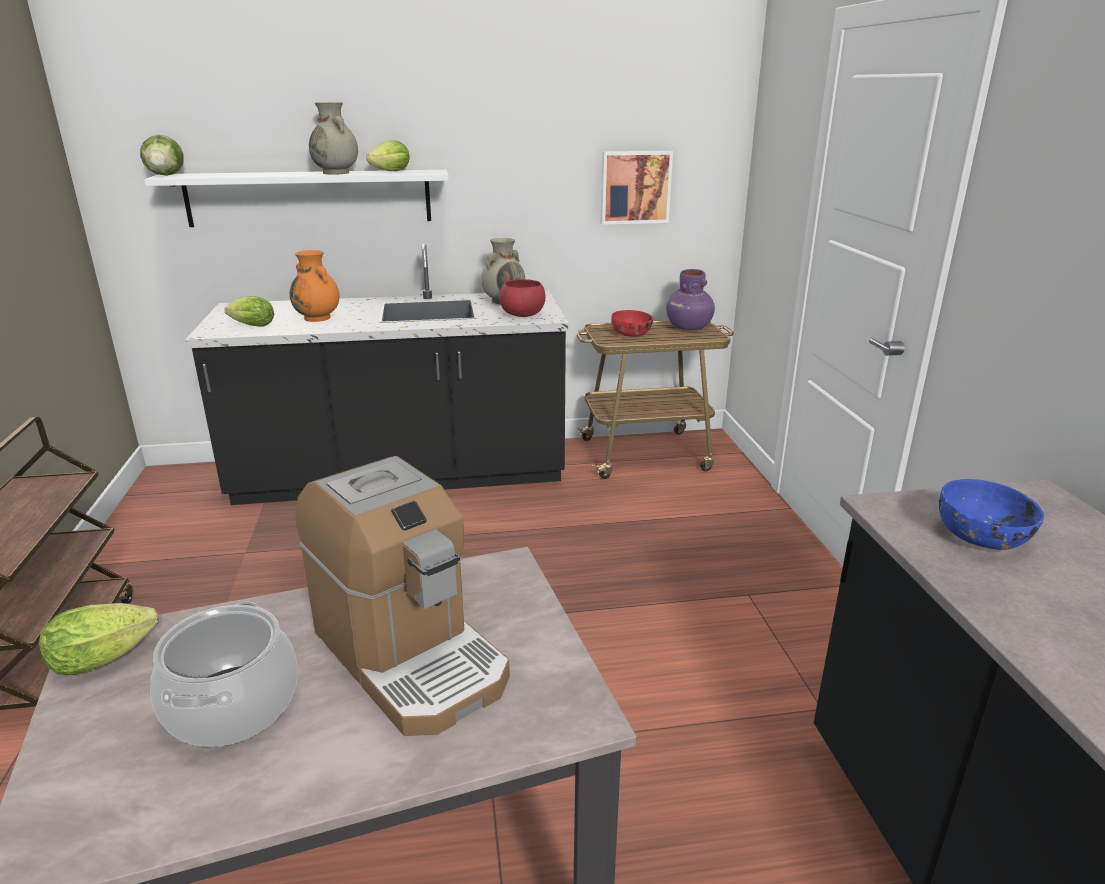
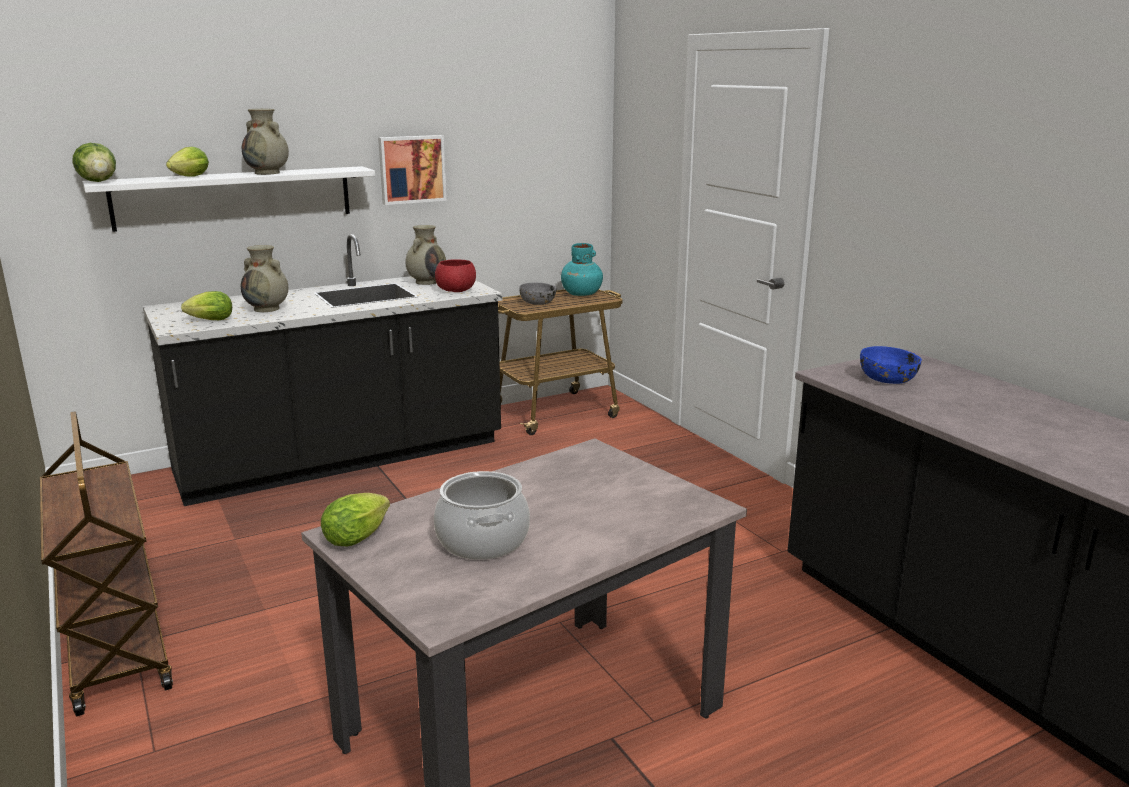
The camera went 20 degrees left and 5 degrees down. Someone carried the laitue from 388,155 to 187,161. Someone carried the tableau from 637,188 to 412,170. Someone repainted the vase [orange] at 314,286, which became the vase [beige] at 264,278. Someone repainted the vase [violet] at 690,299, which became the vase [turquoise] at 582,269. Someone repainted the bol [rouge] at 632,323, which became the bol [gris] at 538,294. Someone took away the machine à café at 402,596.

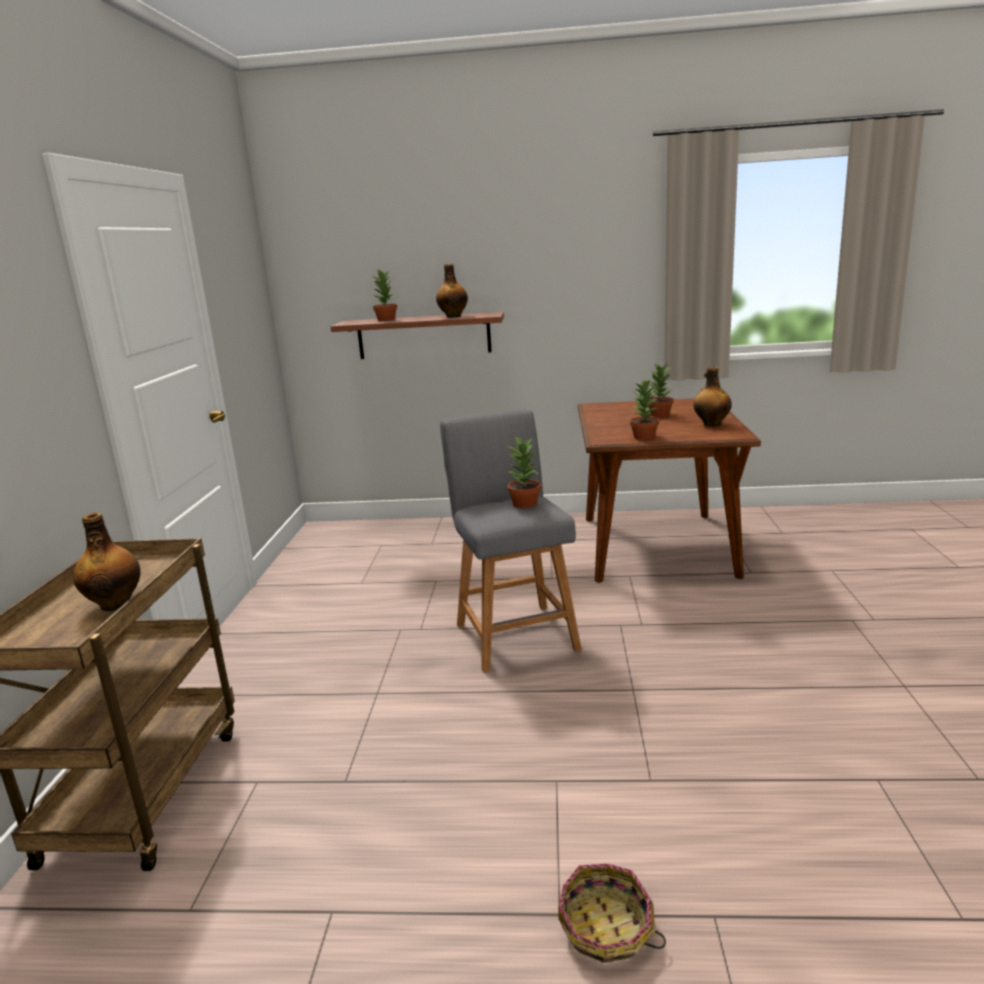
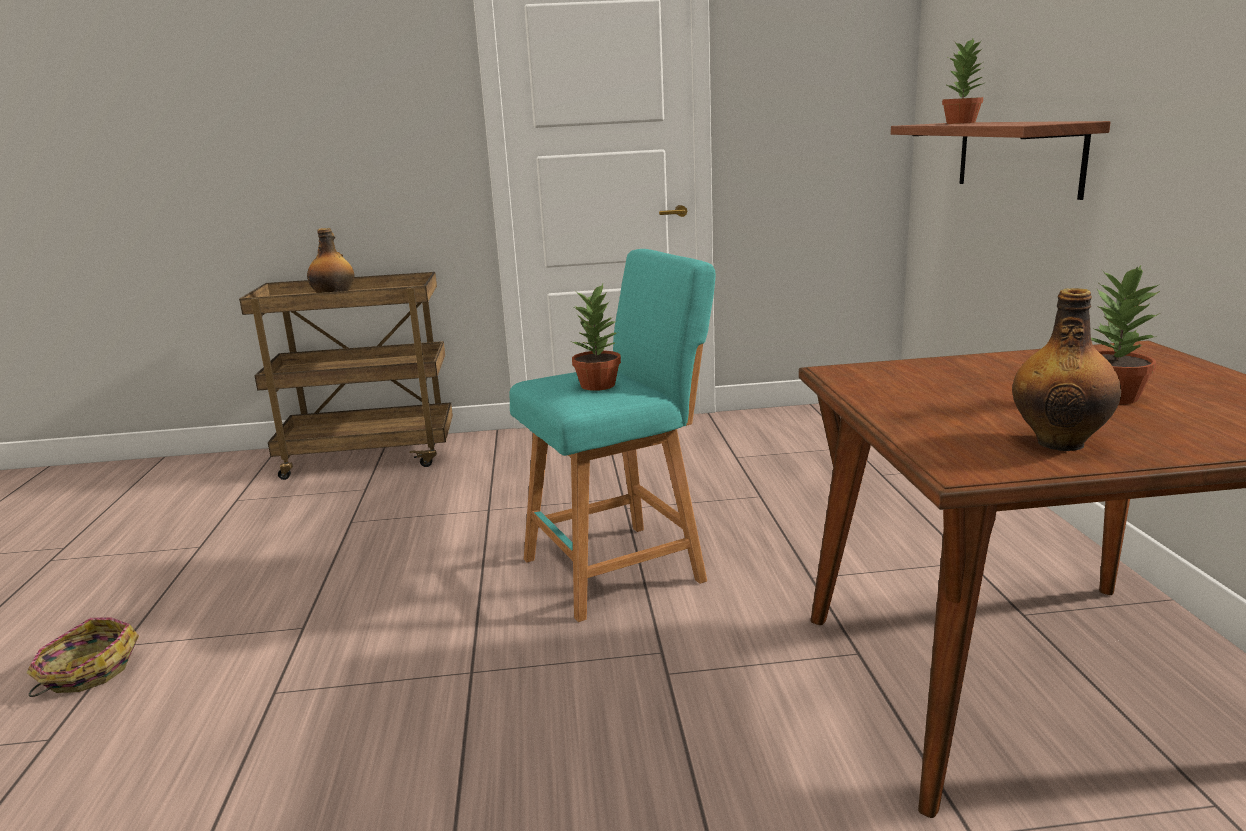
The camera went 80 degrees right and 0 degrees up. Someone took away the bouteille at 452,291. Someone took away the plante en pot at 644,409. Someone repainted the tabouret [gris] at 511,541, which became the tabouret [turquoise] at 612,435.

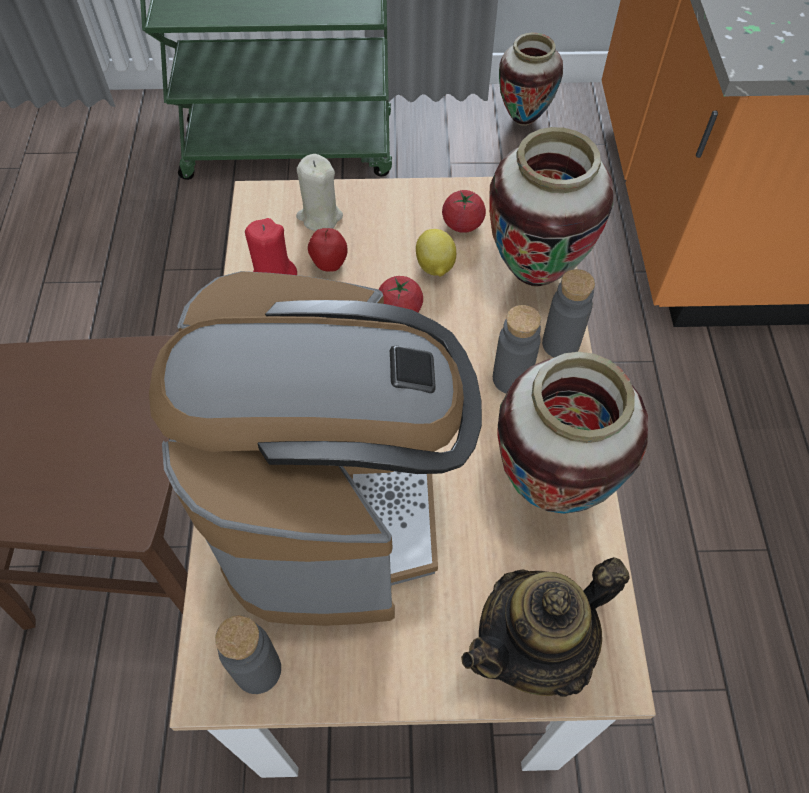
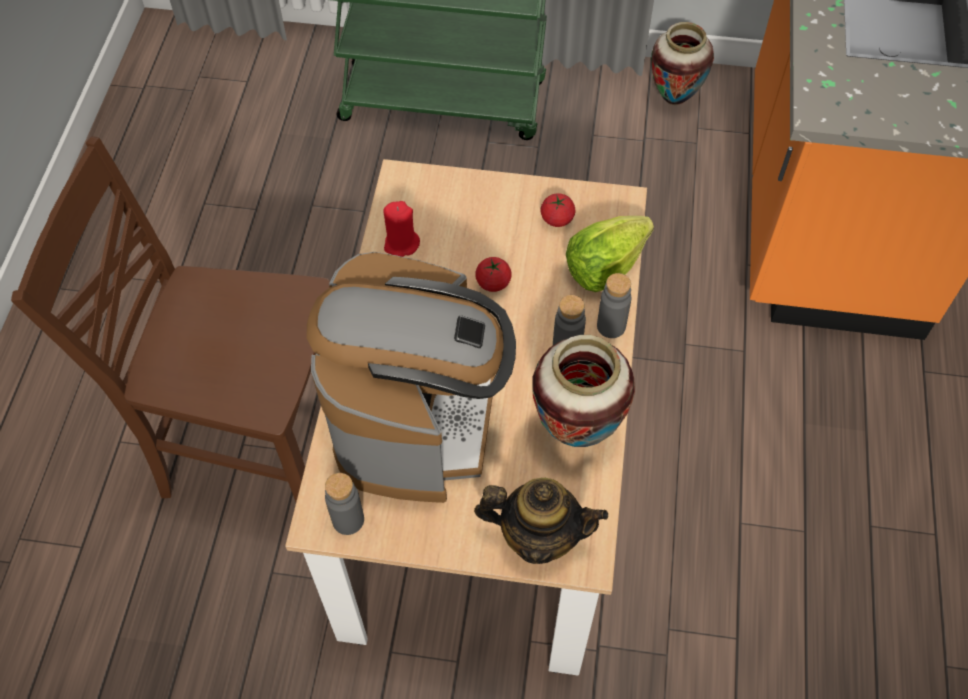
The camera went 10 degrees right and 0 degrees up. Someone swapped the vase at 551,207 for the laitue at 610,254. Someone took away the bougie [beige] at 319,192. Someone took away the pomme at 328,250. Someone took away the citron at 436,253. Someone rotated the théière at 545,627 by 150 degrees counterclockwise.

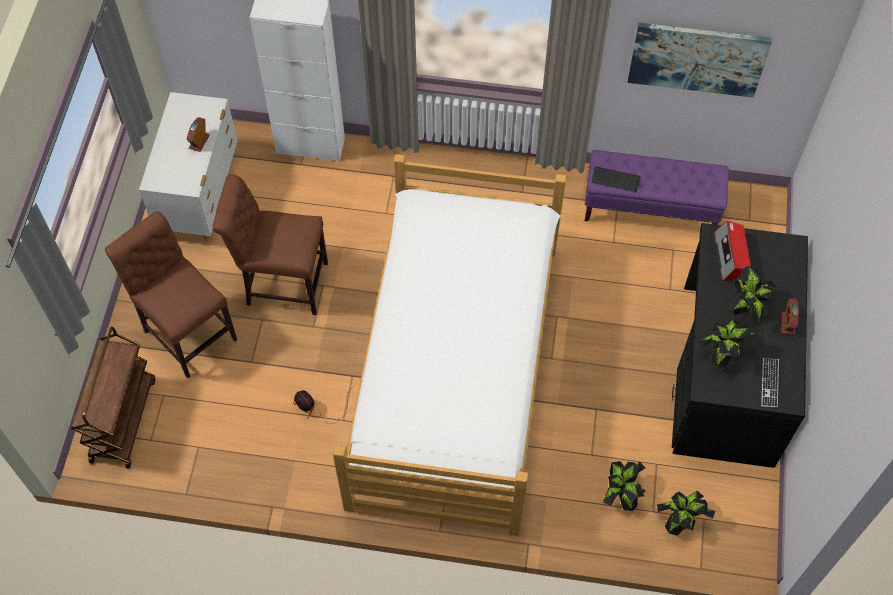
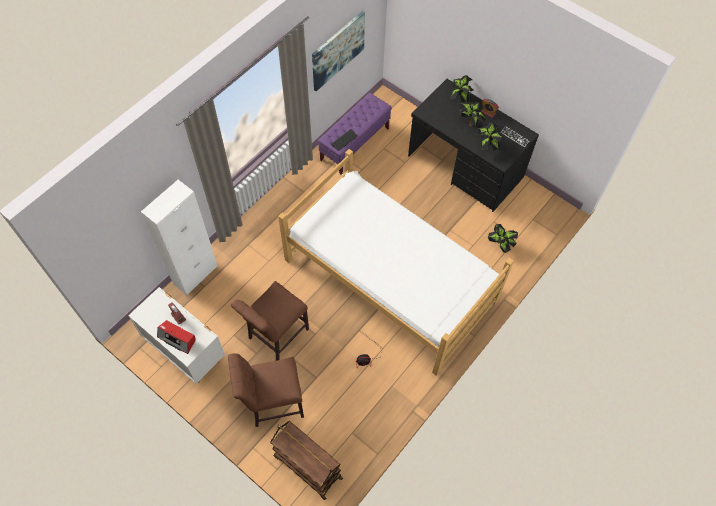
The camera went 60 degrees left and 0 degrees up. Someone carried the radio from 733,251 to 176,337. Someone carried the plante en pot from 686,513 to 462,88.

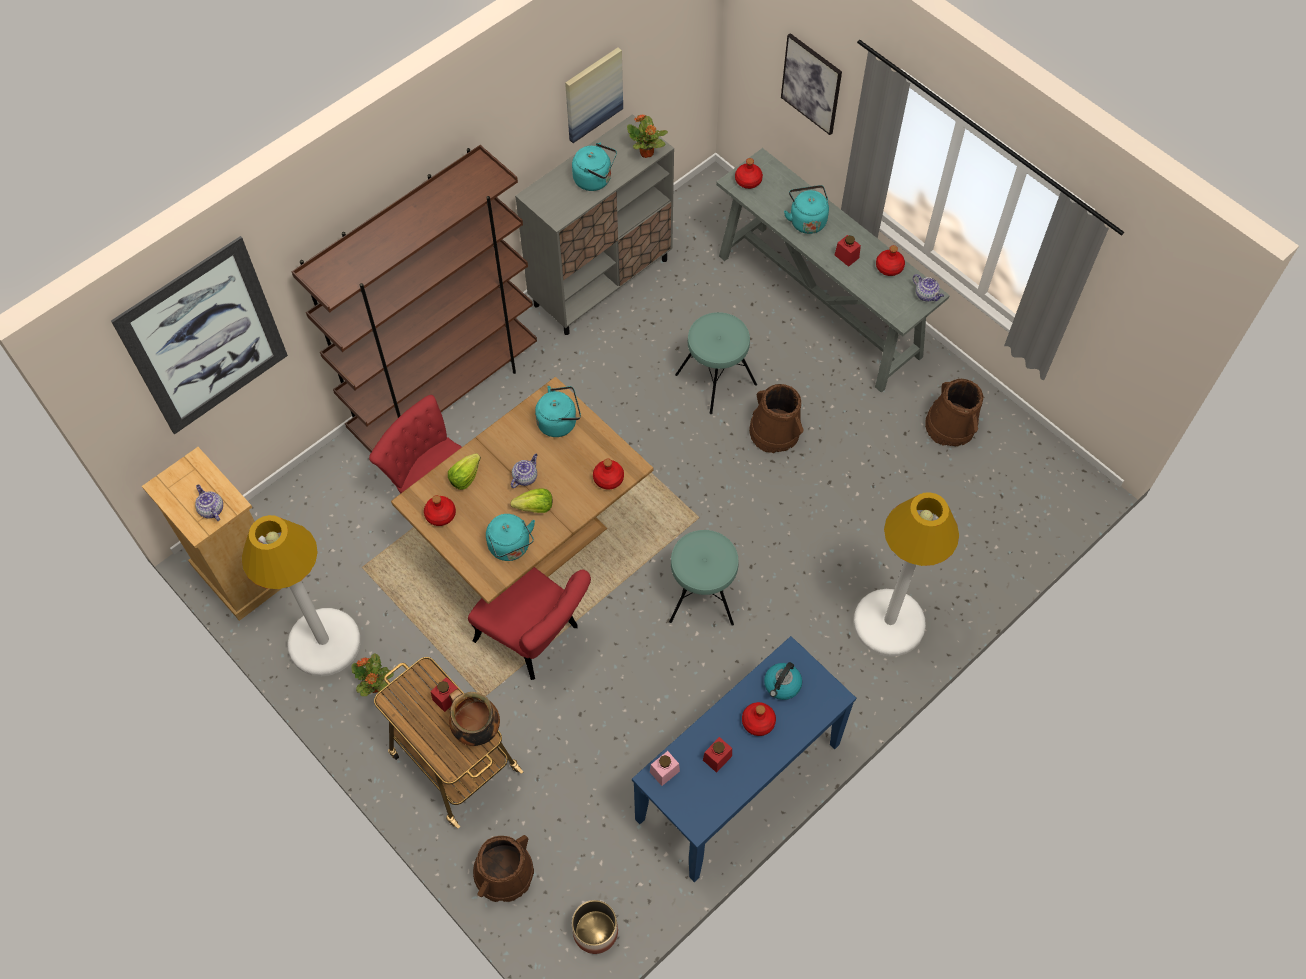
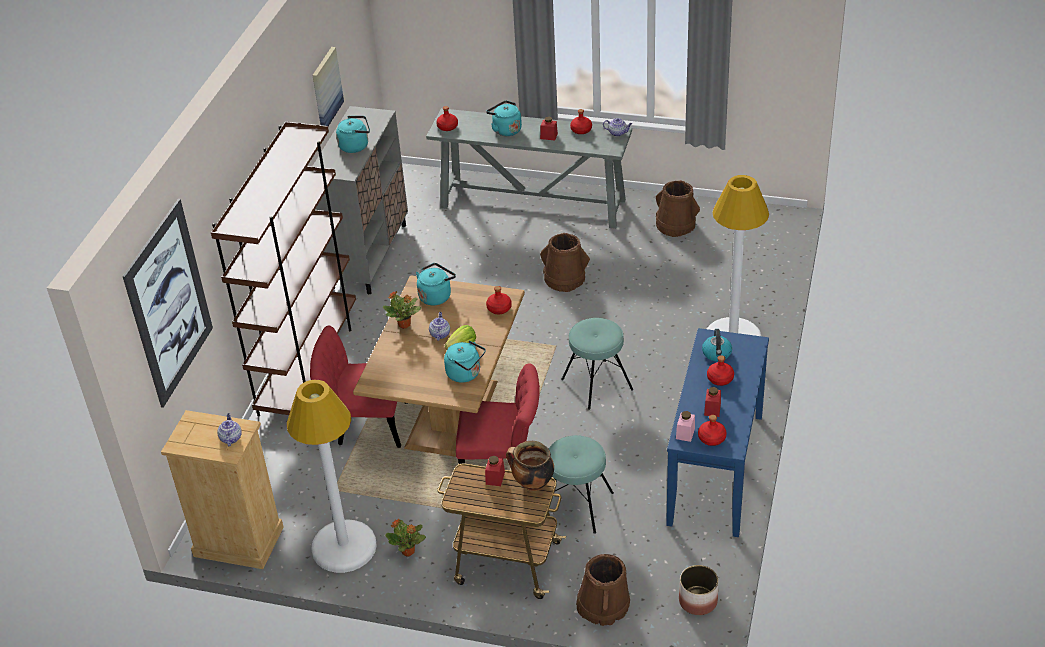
The camera went 30 degrees left and 20 degrees down. Someone took away the tableau at 811,84. Someone carried the plante en pot from 647,136 to 402,310. Someone carried the tabouret [turquoise] from 716,363 to 581,484. Someone took away the laitue at 464,471. Someone rotated the théière at 209,502 by 60 degrees clockwise. Someone carried the bouteille [rouge] from 440,510 to 712,430.

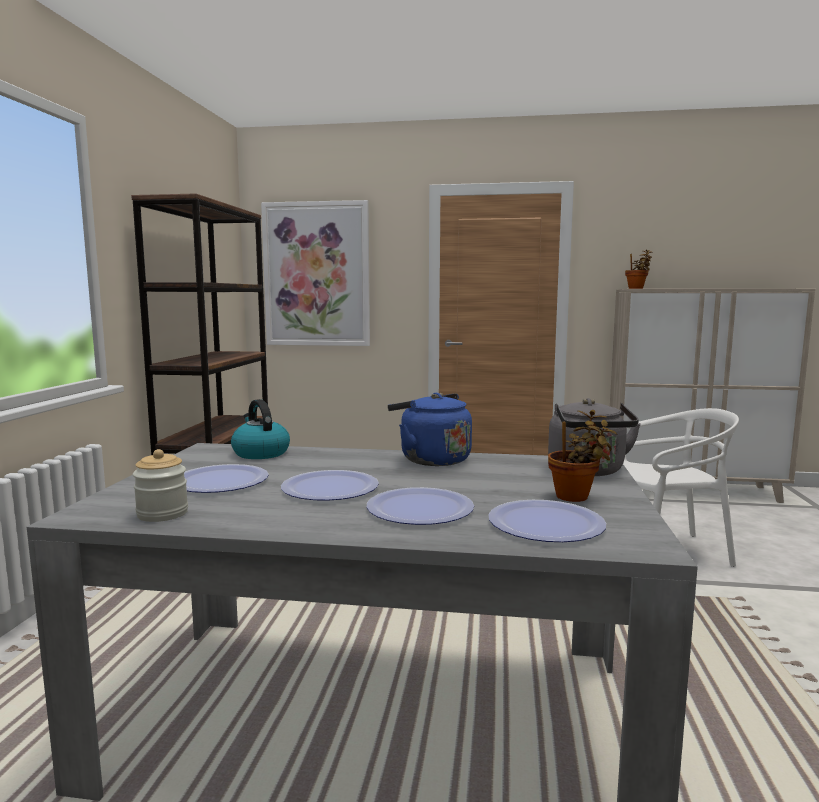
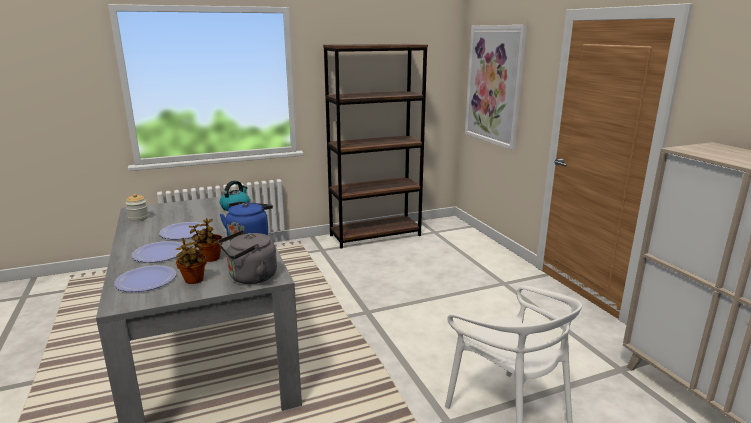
The camera went 60 degrees right and 10 degrees up. Someone carried the plante en pot from 638,269 to 206,240. Someone took away the assiette at 226,478.

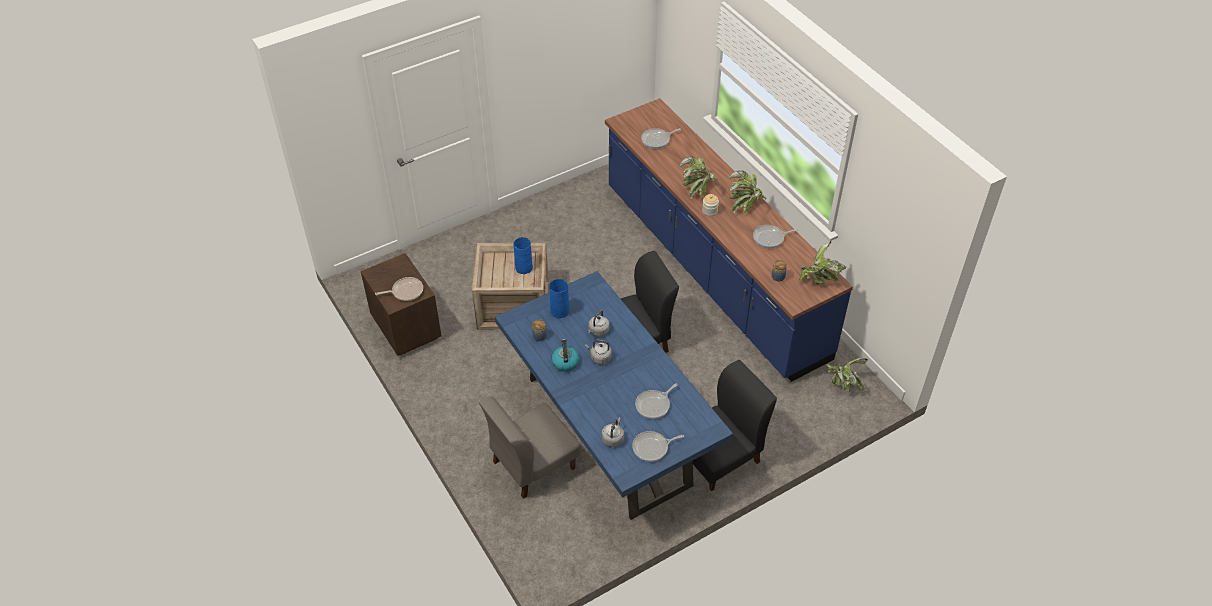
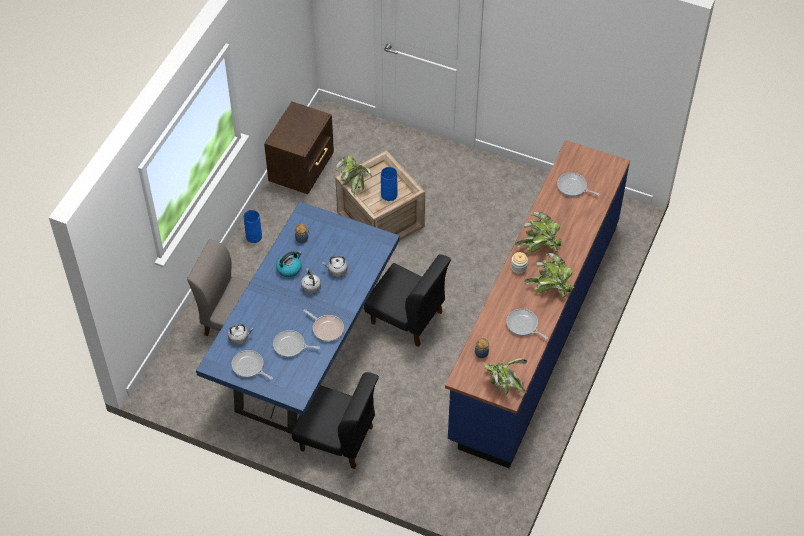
The camera went 55 degrees right and 5 degrees up. Someone carried the poêle from 399,289 to 324,325. Someone carried the vase [bleu] from 559,299 to 253,226. Someone carried the plante en pot from 846,375 to 354,175.

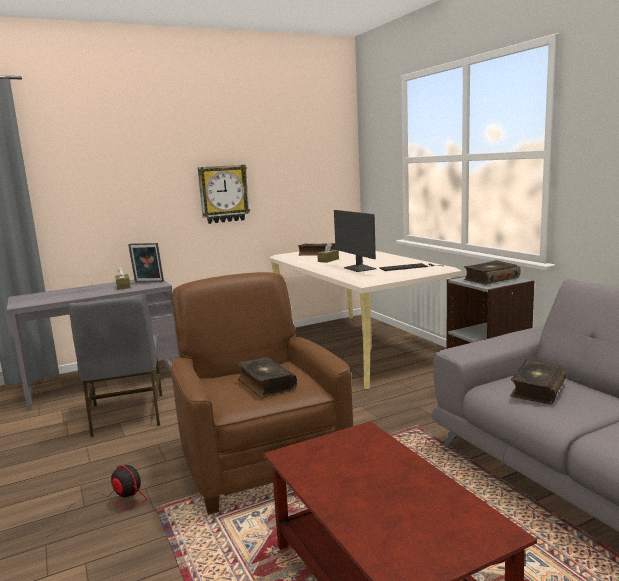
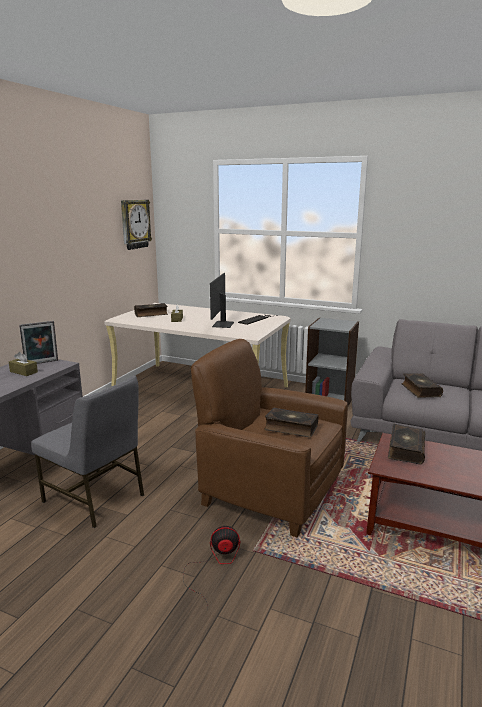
The camera went 40 degrees left and 5 degrees up. Someone carried the horloge murale from 224,194 to 136,225. Someone rotated the écran d'ordinateur at 355,241 by 75 degrees clockwise. Someone carried the livre from 492,272 to 406,444.

